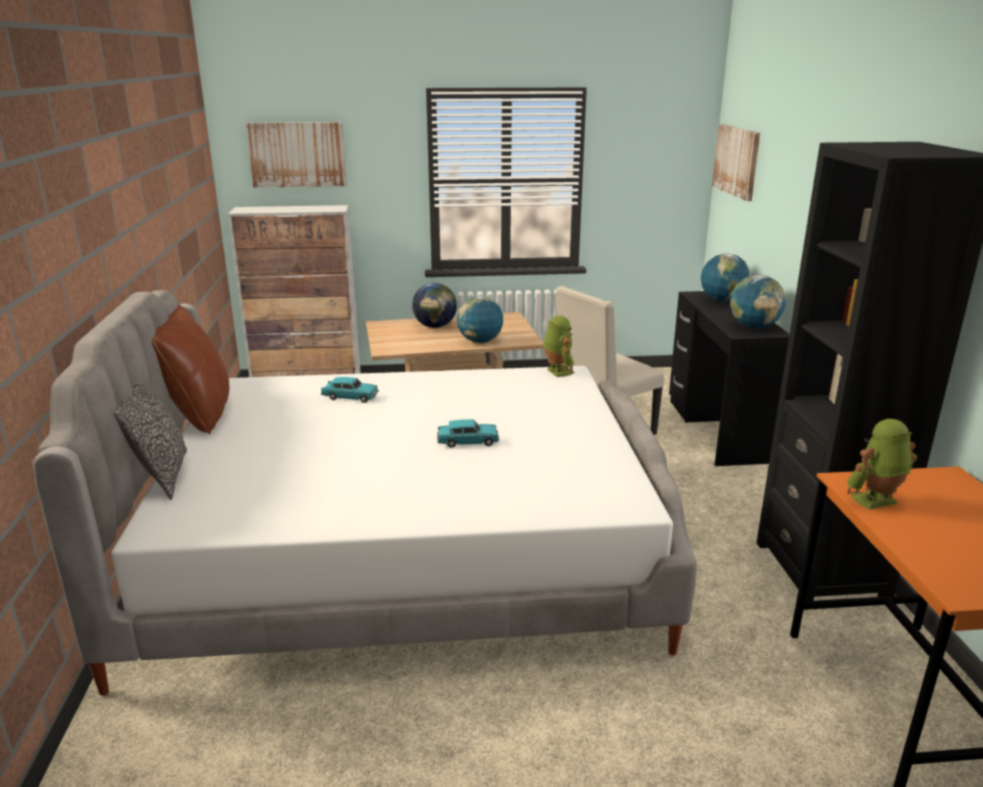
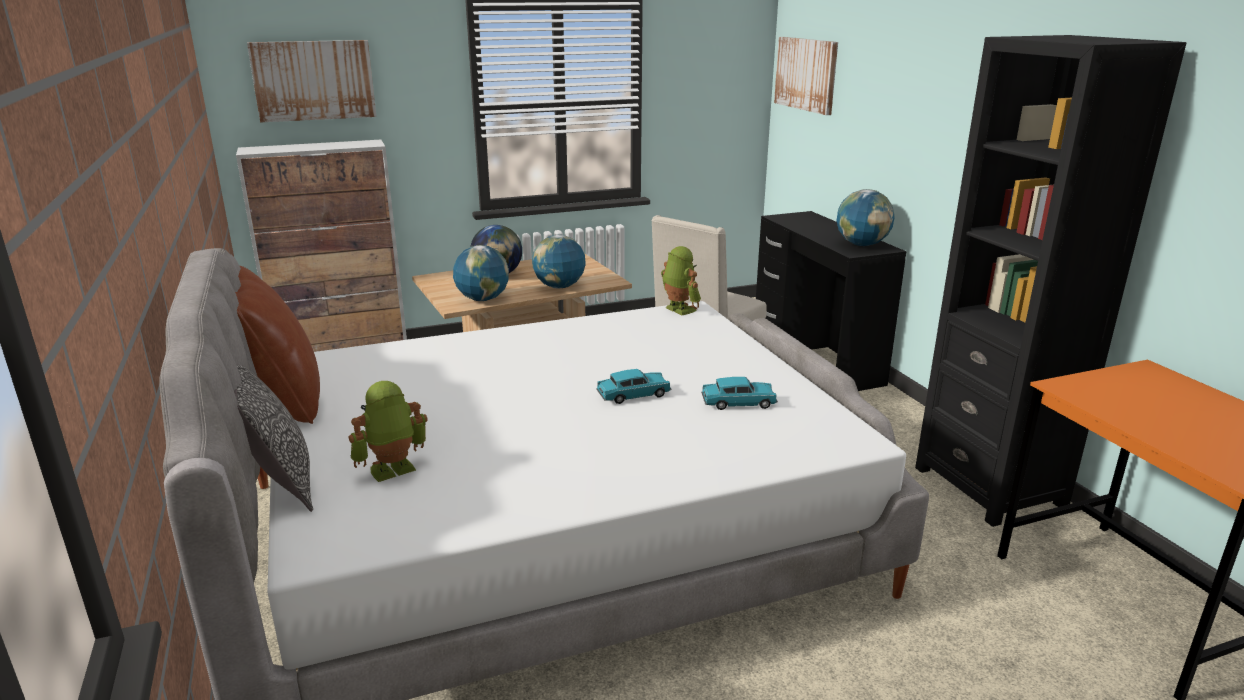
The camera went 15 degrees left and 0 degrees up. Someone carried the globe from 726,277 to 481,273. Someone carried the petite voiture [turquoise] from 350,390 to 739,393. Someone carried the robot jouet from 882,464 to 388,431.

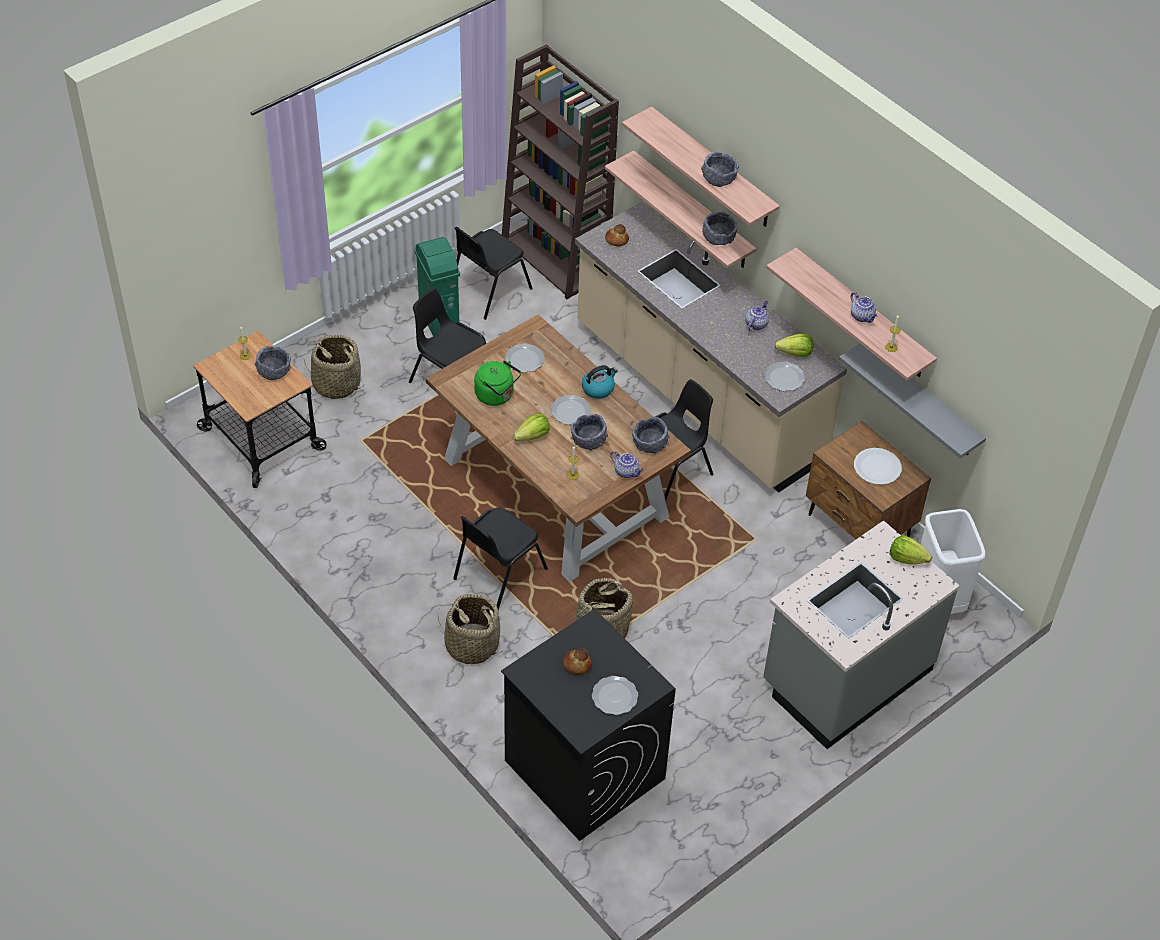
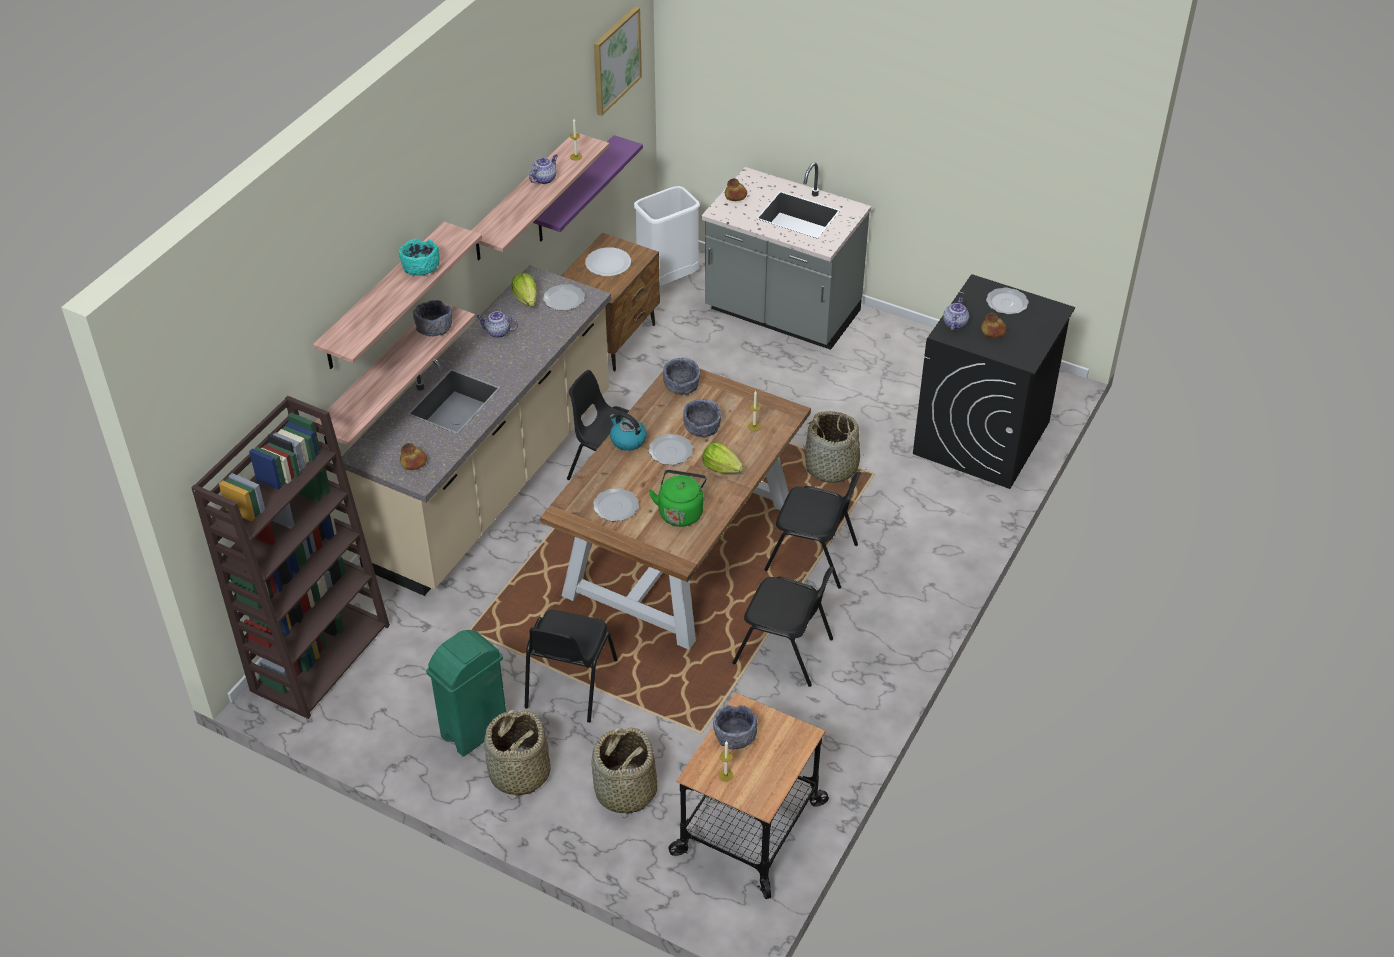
The camera went 110 degrees left and 5 degrees down. Someone repainted the bol [gris] at 720,169, which became the bol [turquoise] at 419,257. Someone carried the chaise [noir] from 493,273 to 783,627. Someone repainted the étagère [gris] at 912,401, which became the étagère [violet] at 588,188. Someone carried the théière from 627,464 to 956,313. Someone swapped the laitue at 911,549 for the pain at 736,189. Someone carried the panier from 470,629 to 517,755. Someone put up the tableau at 618,61.

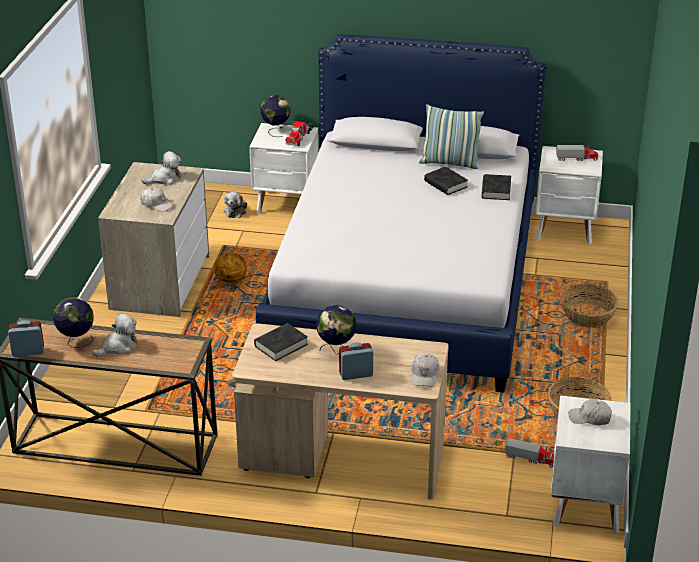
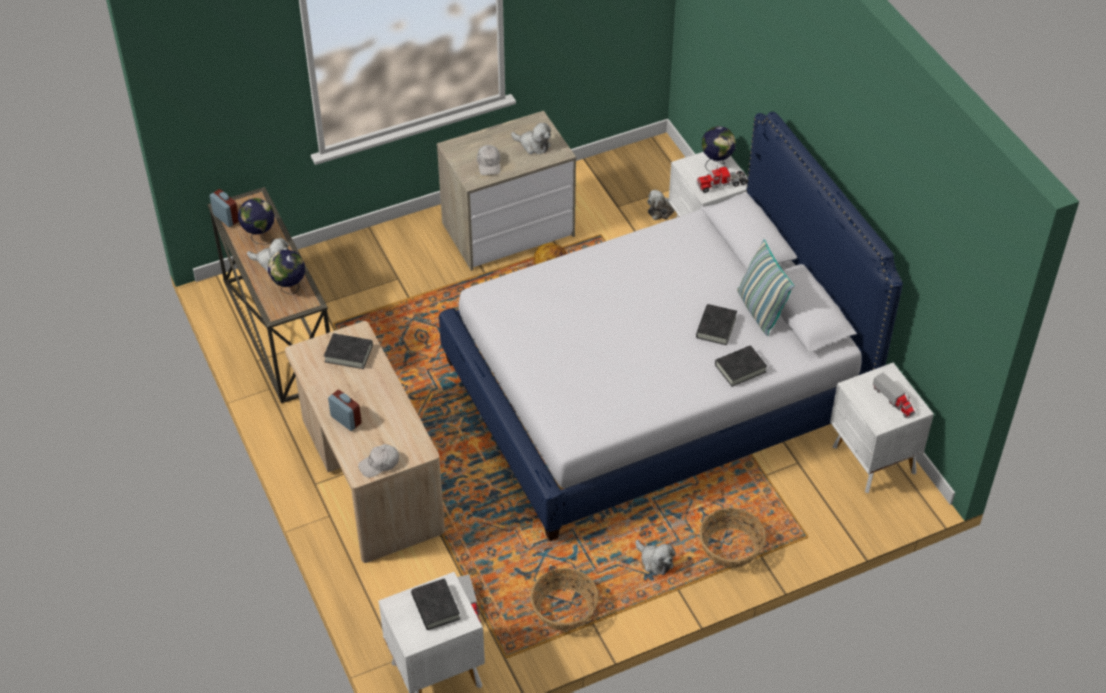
The camera went 55 degrees right and 15 degrees up. Someone carried the globe from 336,330 to 286,272. Someone swapped the casquette [blanc] at 590,412 for the livre [noir] at 435,604. Someone put down the peluche at 655,557.

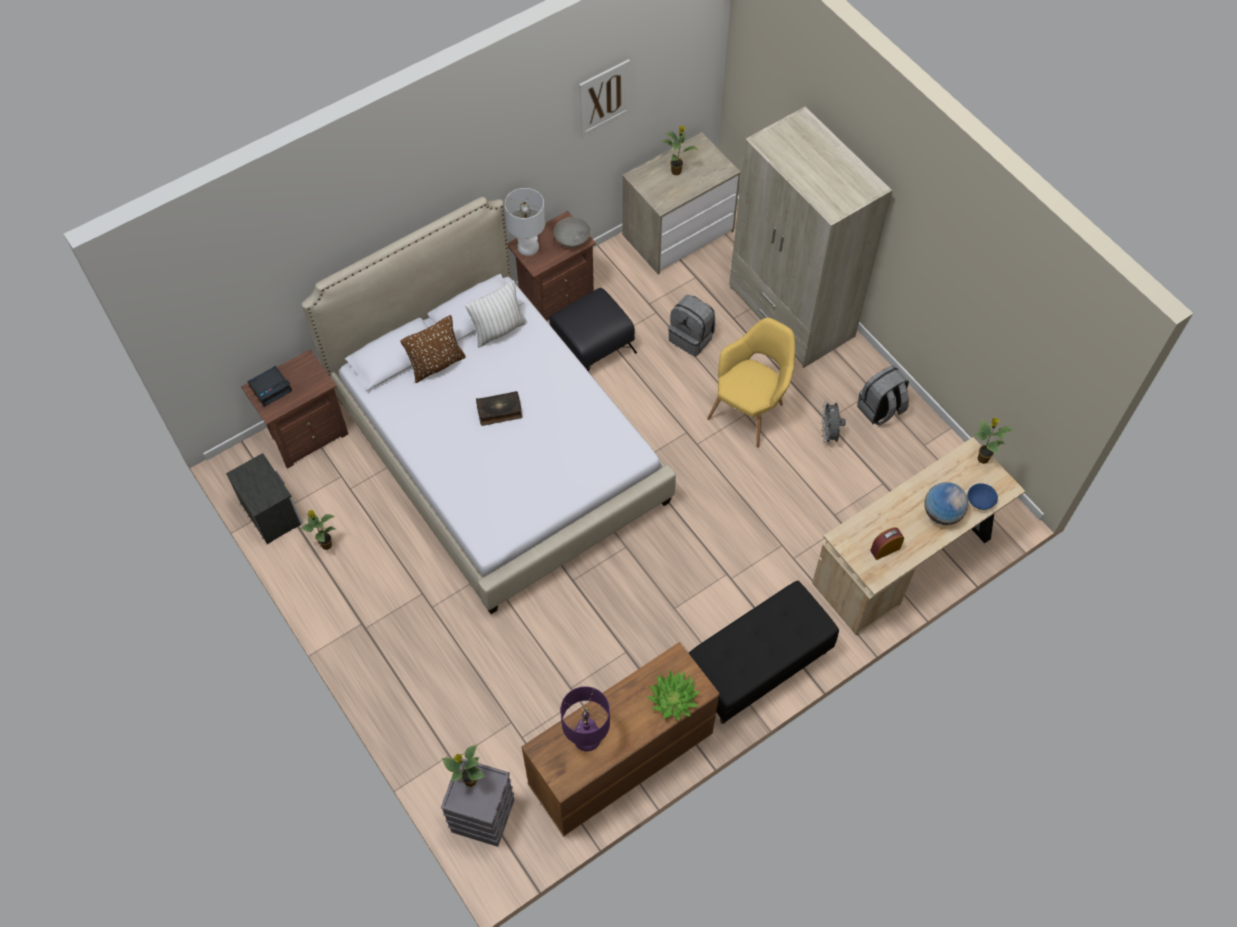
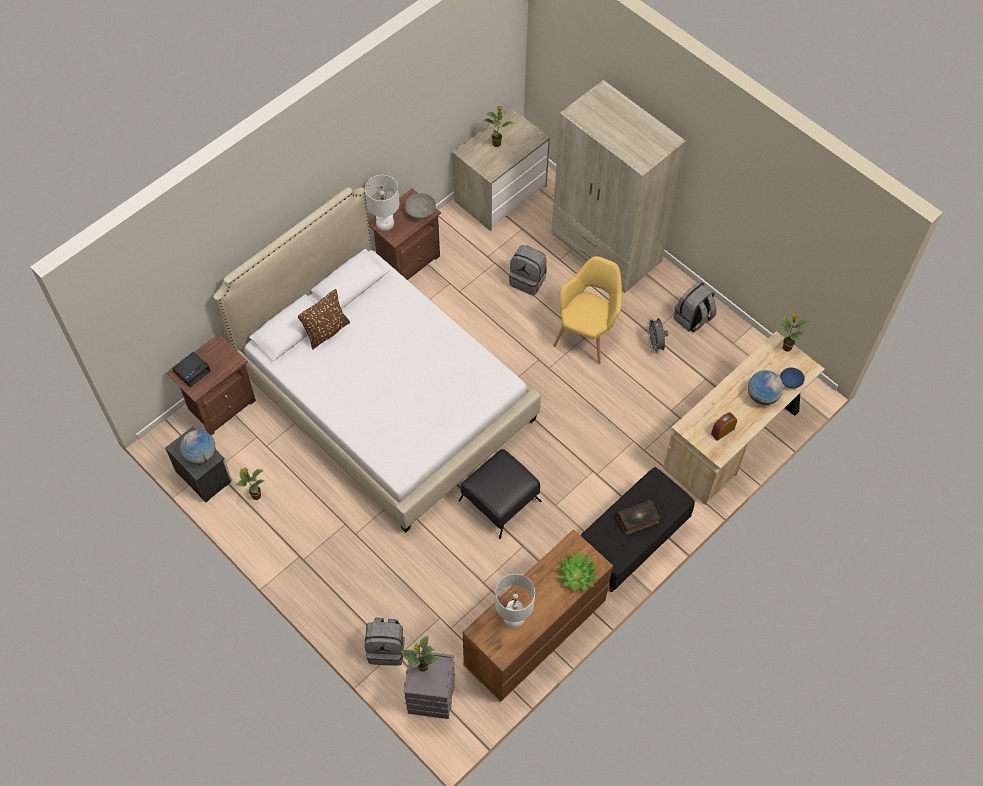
The camera went 10 degrees left and 0 degrees up. Someone took away the tableau at 604,98. Someone took away the coussin [blanc] at 496,314. Someone carried the pouf [noir] from 593,329 to 500,494. Someone carried the livre from 499,408 to 638,517. Someone repainted the lampe de table [violet] at 585,718, which became the lampe de table [blanc] at 515,601. Someone put down the globe at 198,447. Someone put down the sac à dos [gris] at 384,642.

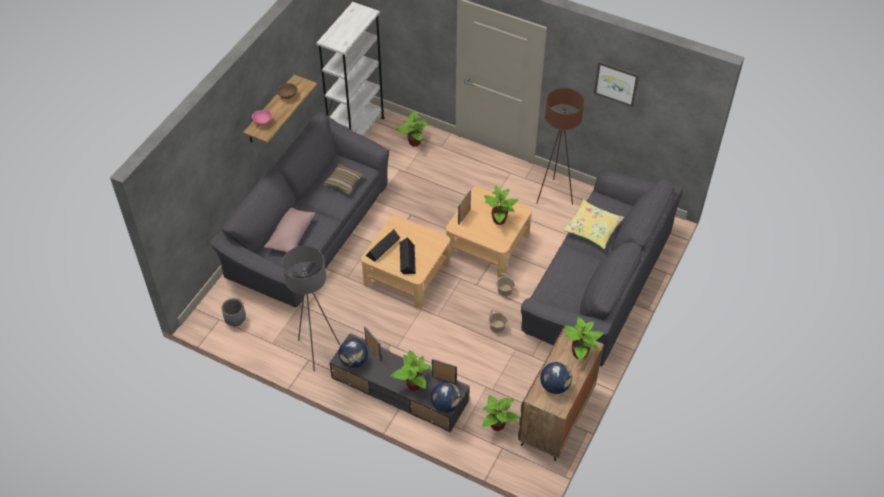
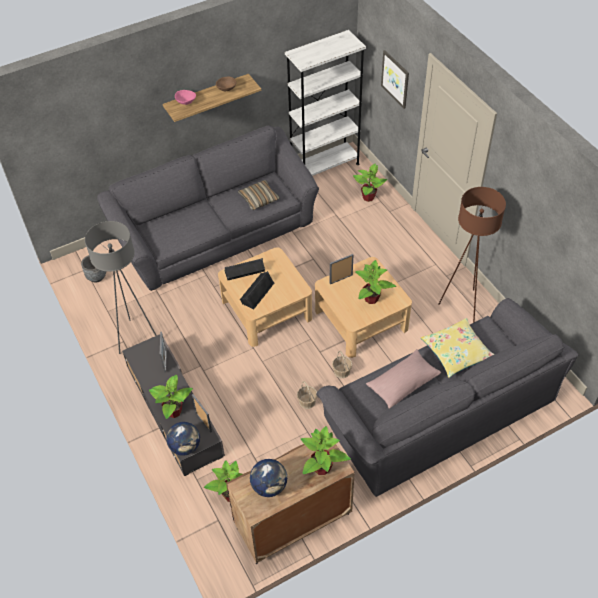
The camera went 35 degrees right and 0 degrees up. Someone carried the tableau from 616,84 to 395,79. Someone carried the coussin [rose] from 289,230 to 403,379. Someone took away the globe at 353,353.

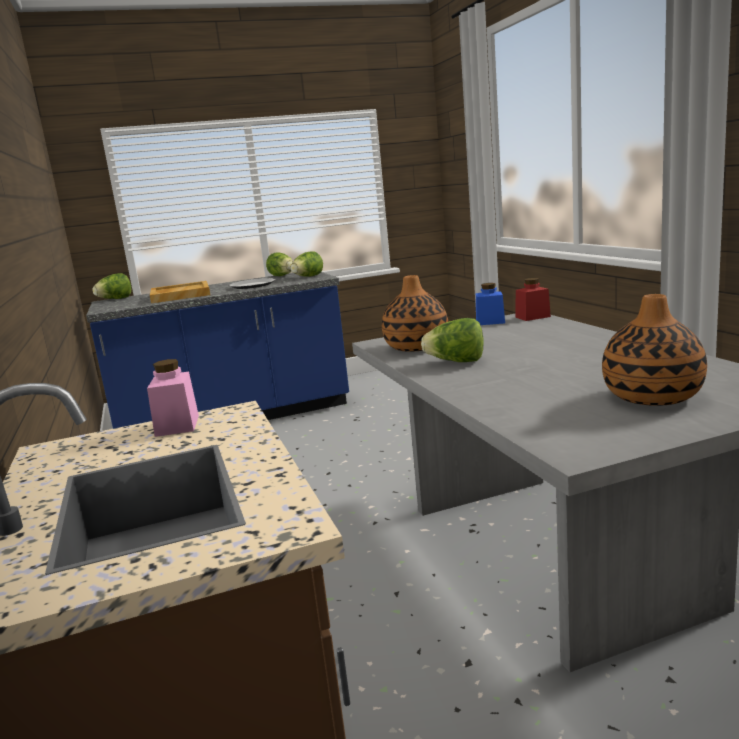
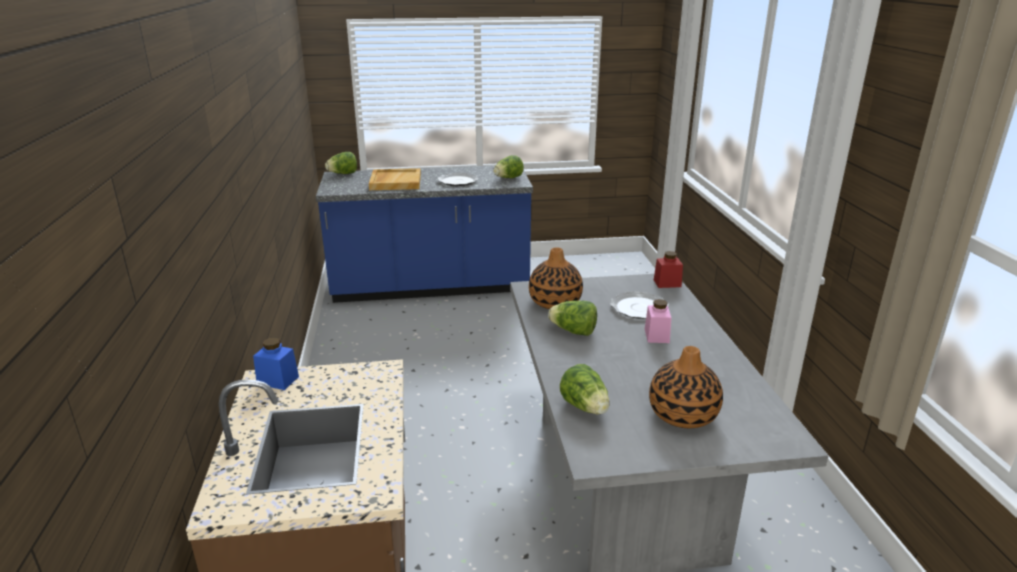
The camera went 10 degrees right and 10 degrees up. Someone carried the laitue from 279,264 to 585,389. Someone carried the bocal [bleu] from 490,304 to 276,364. Someone carried the bocal [rose] from 173,398 to 658,321. Someone put down the assiette at 639,305.

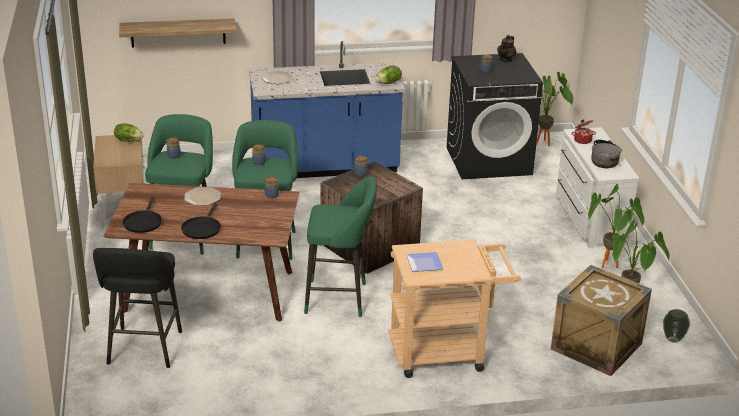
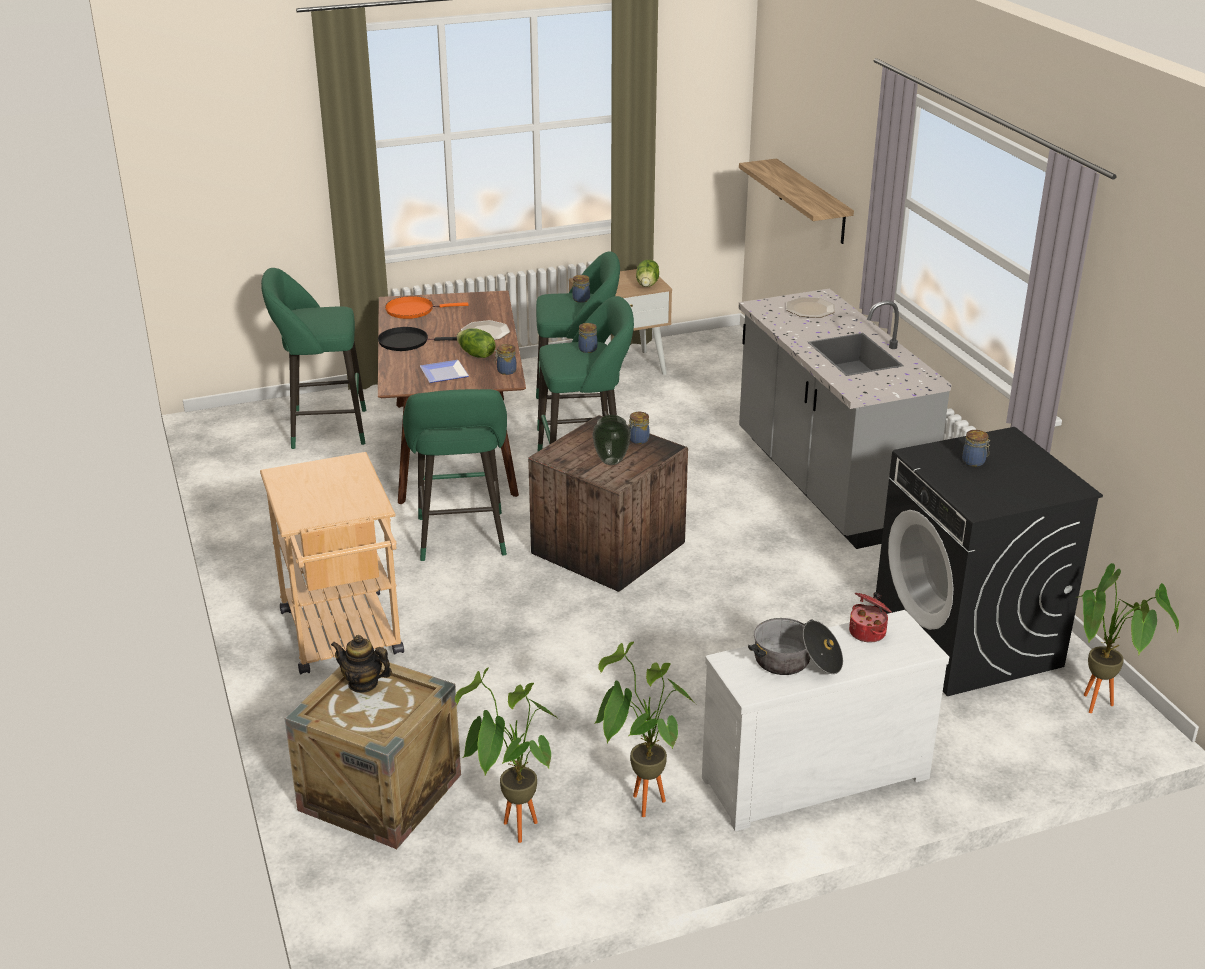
The camera went 80 degrees right and 0 degrees up. Someone carried the théière from 506,48 to 361,664. Someone repainted the comptoir de cuisine [bleu] at 327,109, which became the comptoir de cuisine [gris] at 845,419. Someone carried the laitue from 388,74 to 476,343. Someone repainted the poêle [noir] at 142,215, which became the poêle [orange] at 426,307. Someone repainted the tabouret [noir] at 137,308, which became the tabouret [vert] at 313,358. Someone carried the assiette from 424,262 to 444,371. Someone carried the vase from 676,326 to 611,440.

